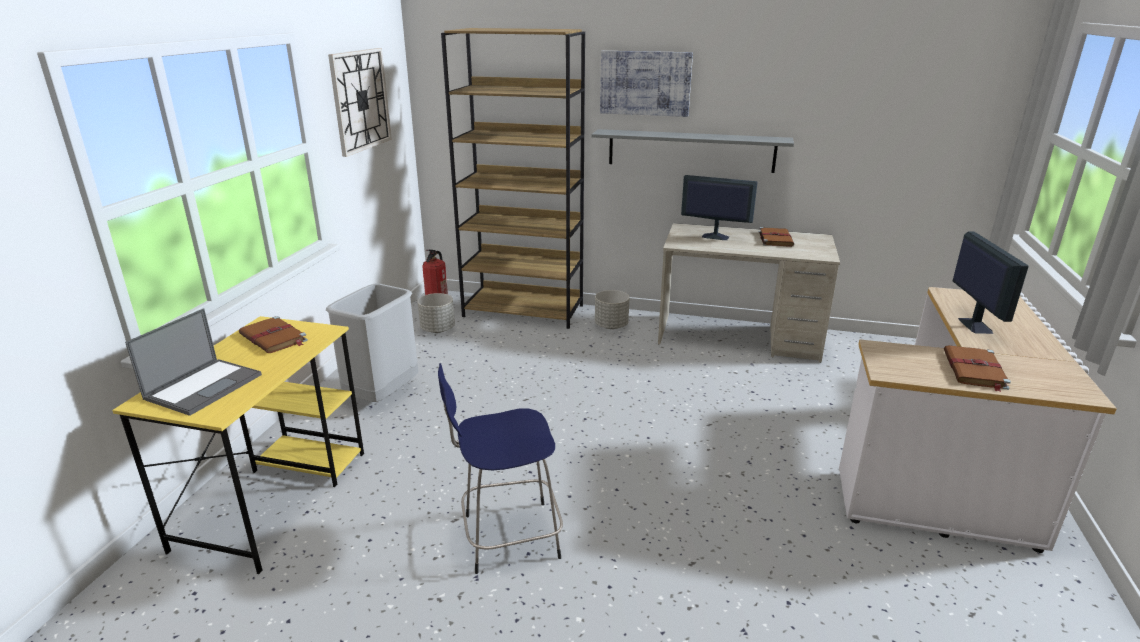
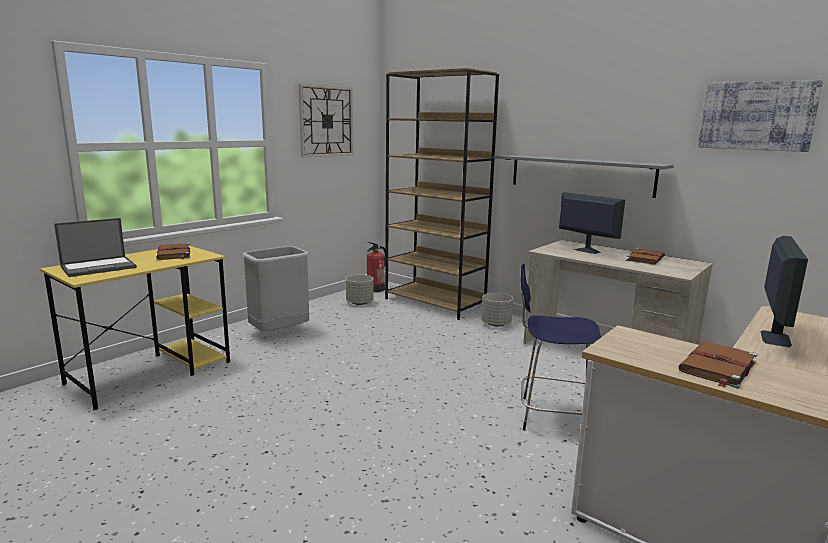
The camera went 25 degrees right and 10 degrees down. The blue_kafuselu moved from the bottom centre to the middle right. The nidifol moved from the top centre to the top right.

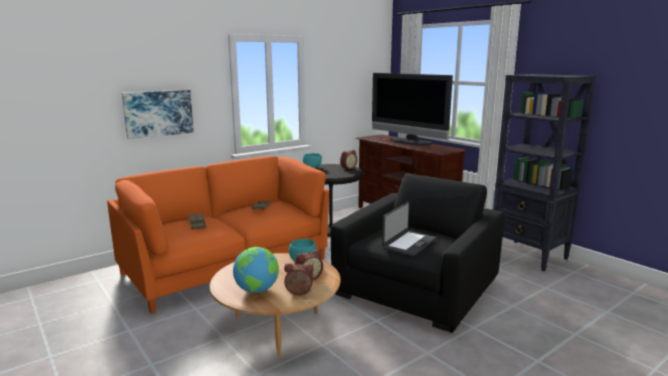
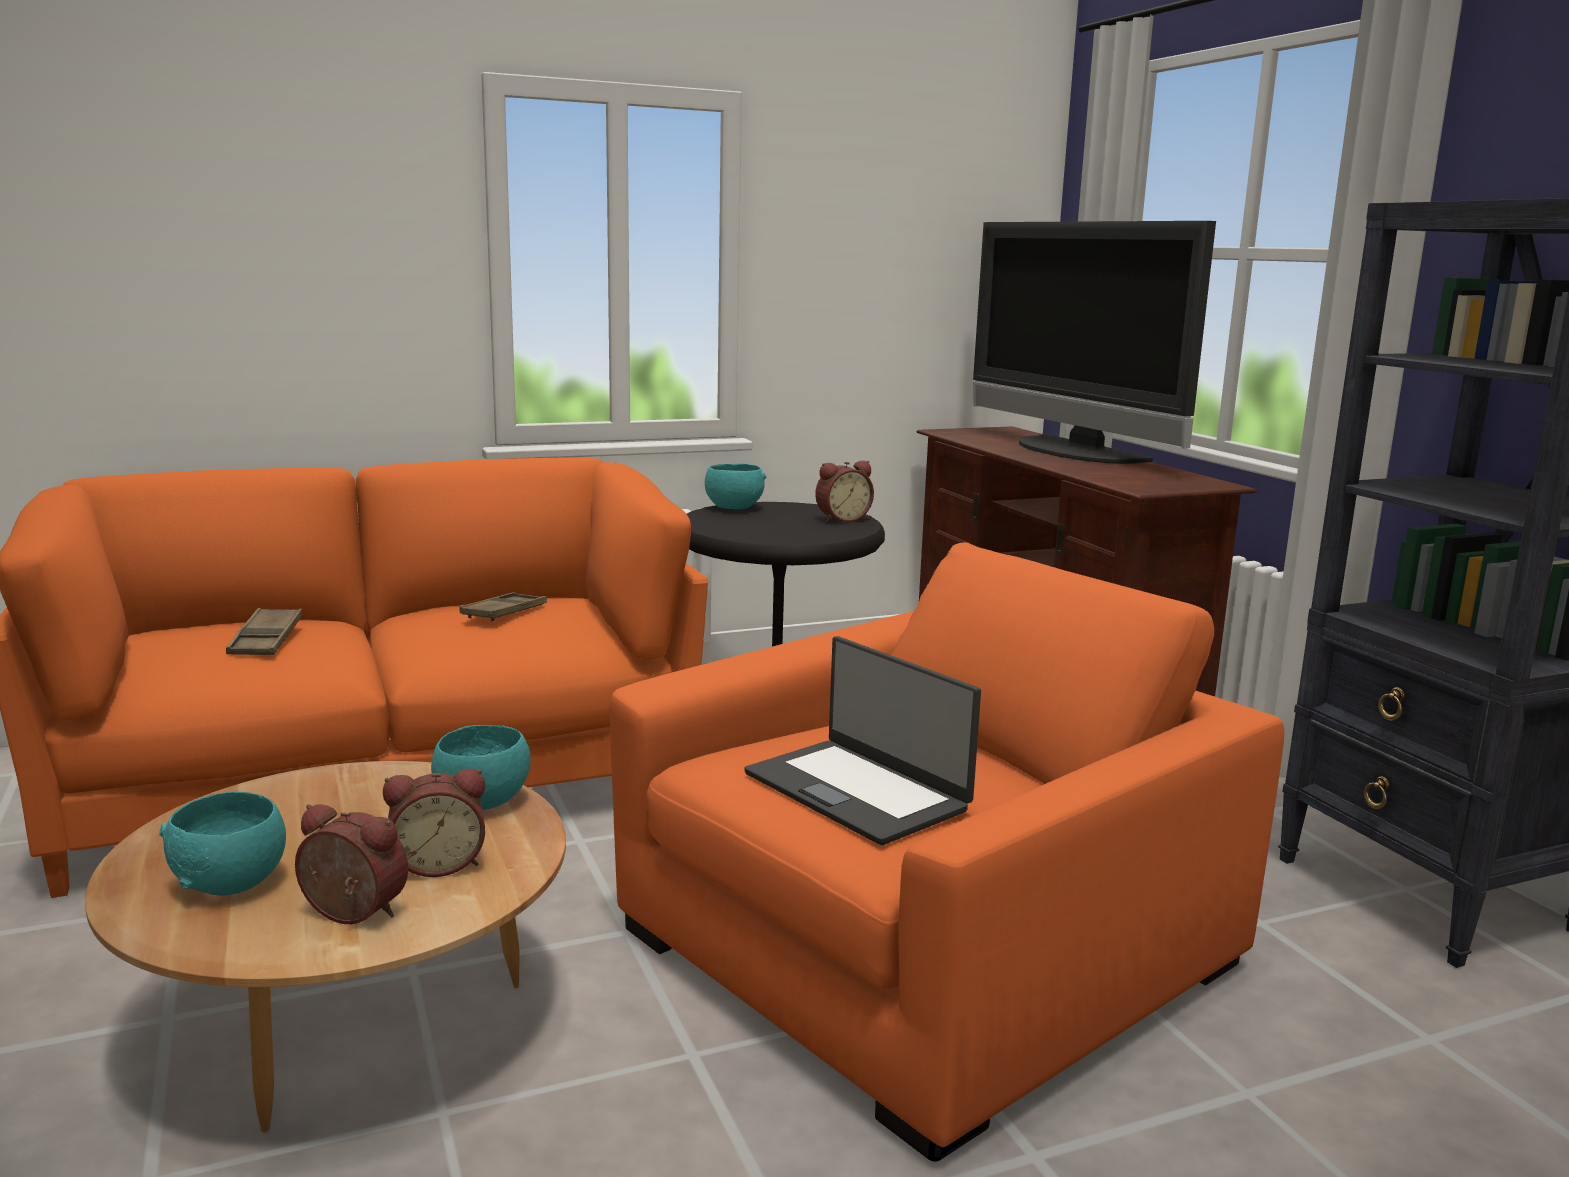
The camera went 15 degrees right and 0 degrees up. The nidifol at the top left disappeared. The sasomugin at the bottom centre was replaced by the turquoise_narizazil (no. 1 from left) at the bottom left. The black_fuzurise at the bottom centre became the orange_fuzurise at the bottom centre. The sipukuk at the centre turned 90 degrees clockwise.

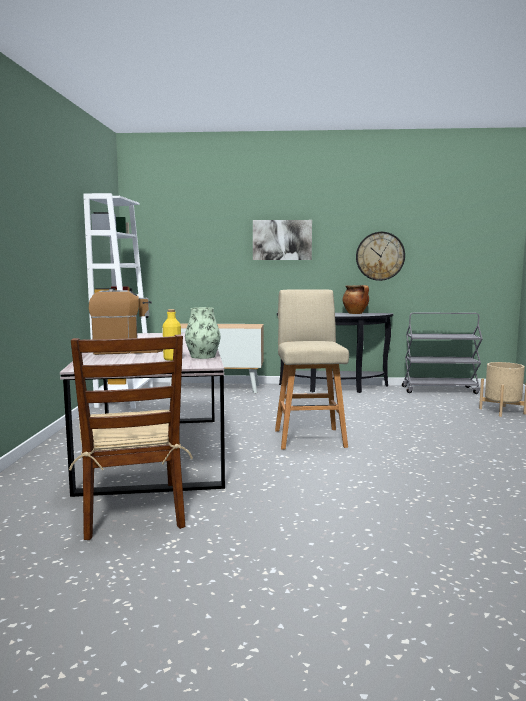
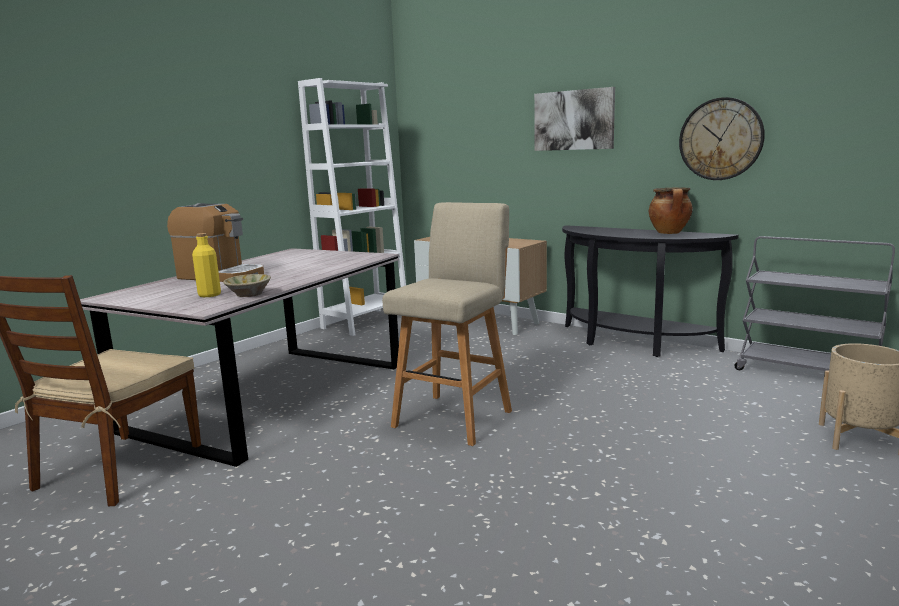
The camera went 35 degrees right and 5 degrees up. The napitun at the centre was replaced by the beige_narizazil at the middle left.

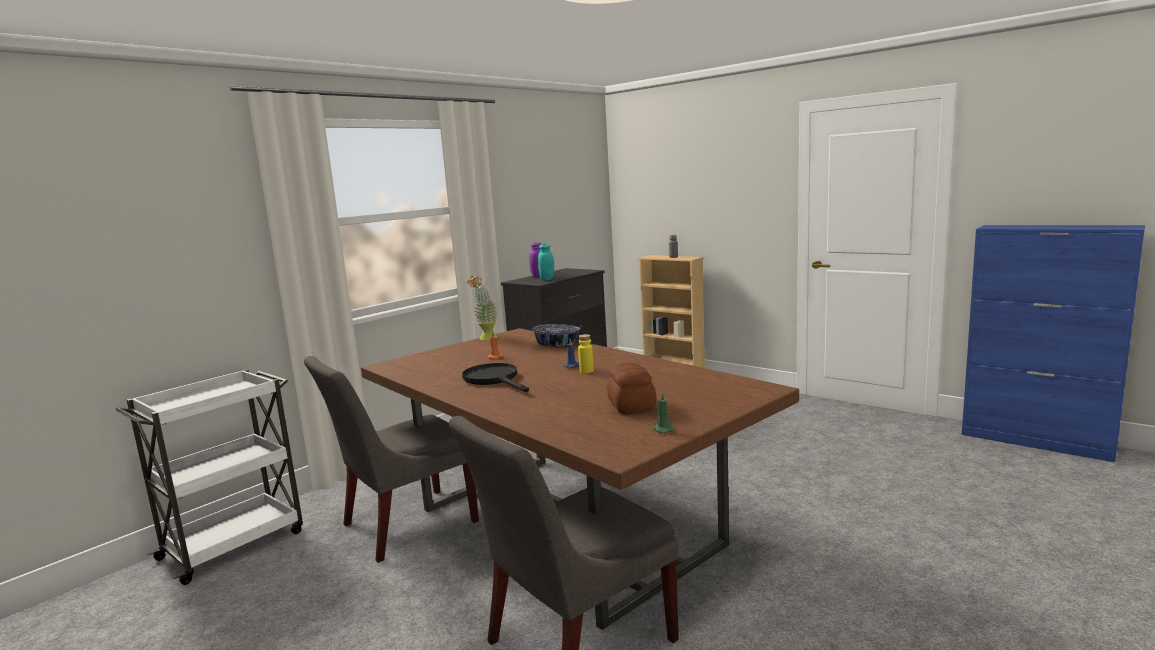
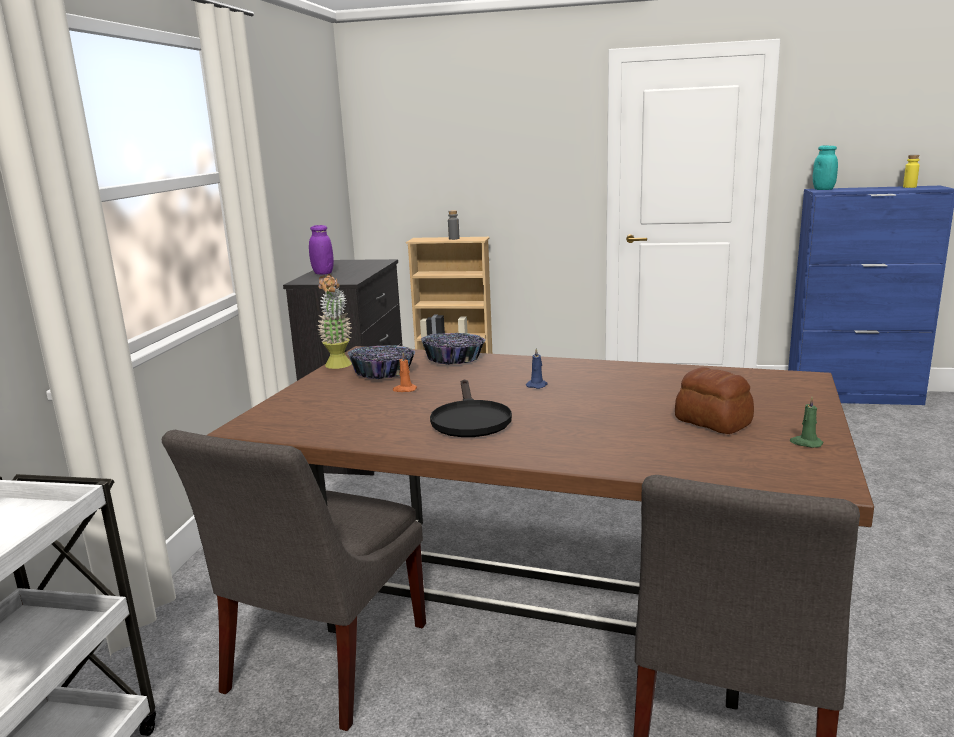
The camera went 30 degrees left and 5 degrees up. The narizazil (no. 1 from left) at the centre appeared. The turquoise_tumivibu moved from the centre to the top right. The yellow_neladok moved from the centre to the top right. The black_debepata at the centre turned 120 degrees counterclockwise.

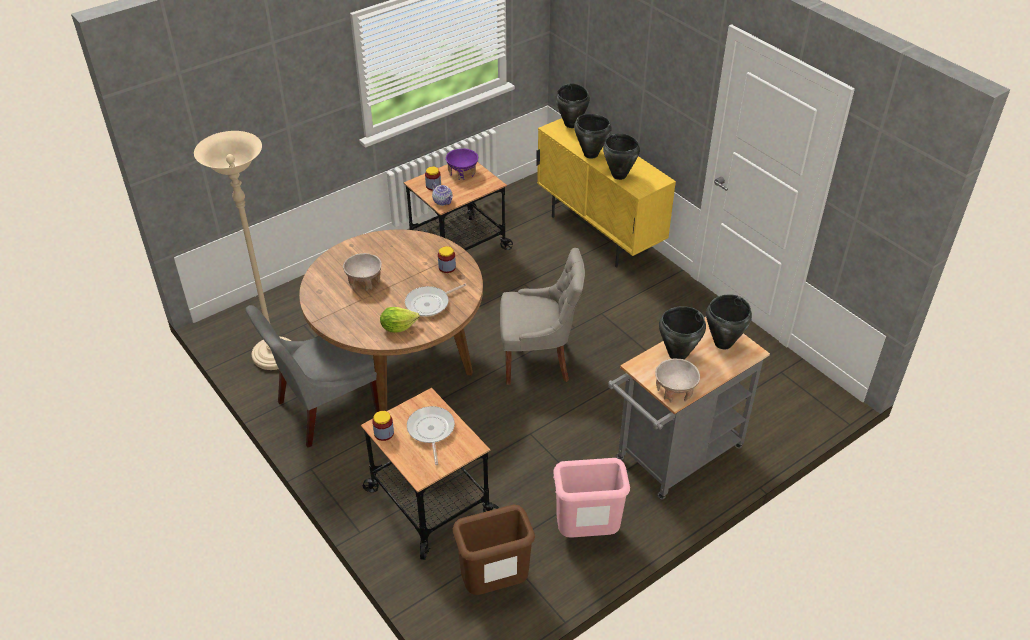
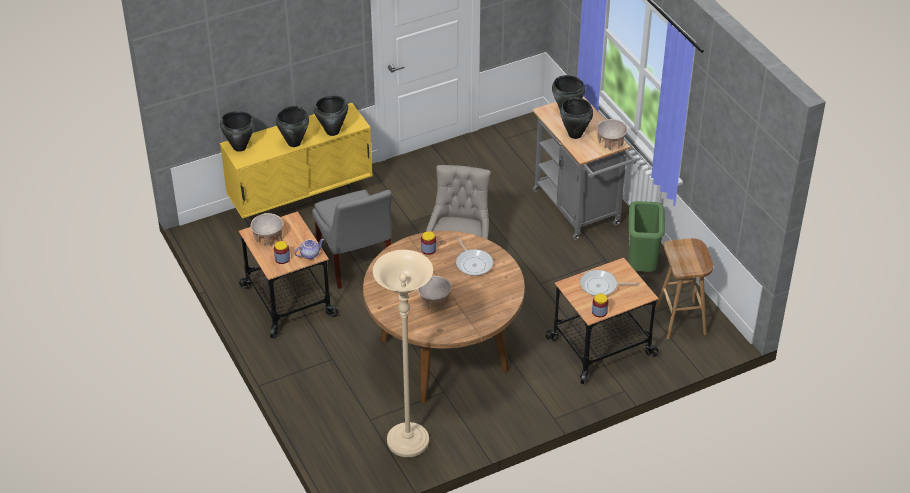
The camera went 80 degrees left and 0 degrees up. The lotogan at the centre disappeared. The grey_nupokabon (no. 1 from left) moved from the middle left to the centre. The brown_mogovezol at the bottom centre was replaced by the brown_kafuselu at the middle right. The purple_narizazil at the top centre became the beige_narizazil (no. 1 from left) at the middle left. The pink_mogovezol at the bottom centre became the green_mogovezol at the middle right.

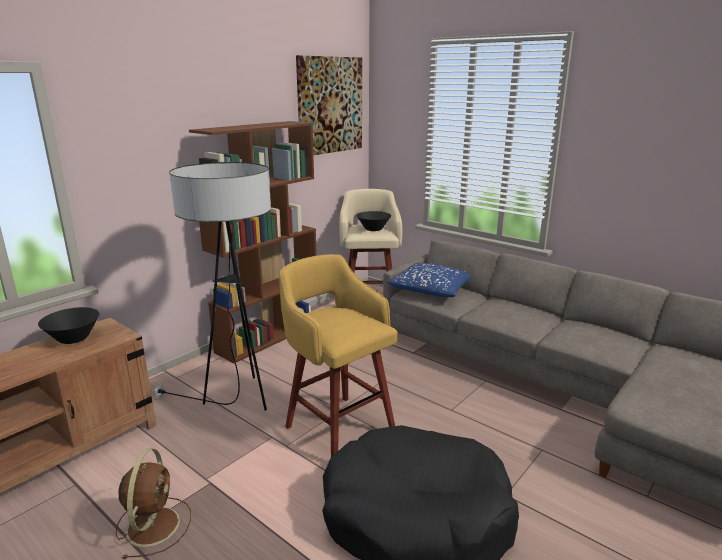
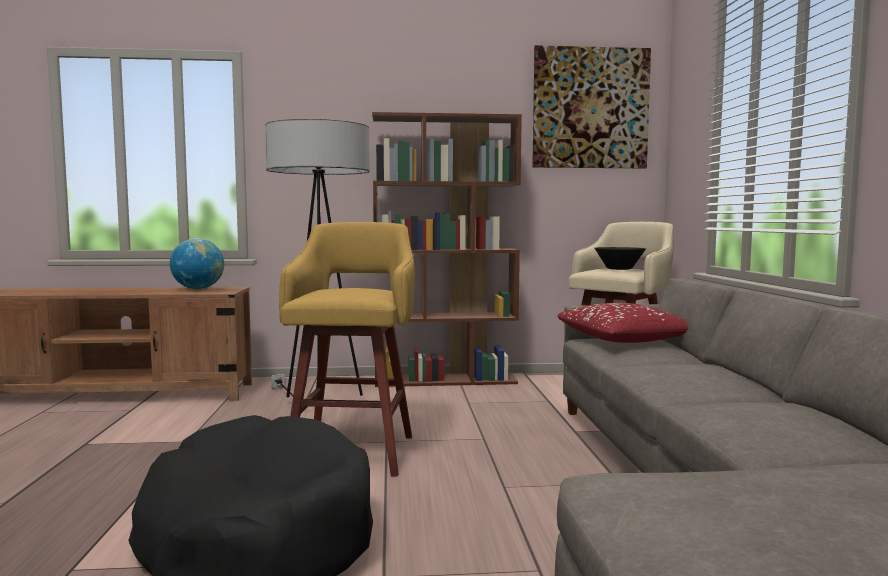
The camera went 45 degrees right and 15 degrees down. The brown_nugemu at the bottom left disappeared. The black_narizazil (no. 1 from left) at the middle left was replaced by the sasomugin at the middle left. The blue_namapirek at the centre became the red_namapirek at the middle right.

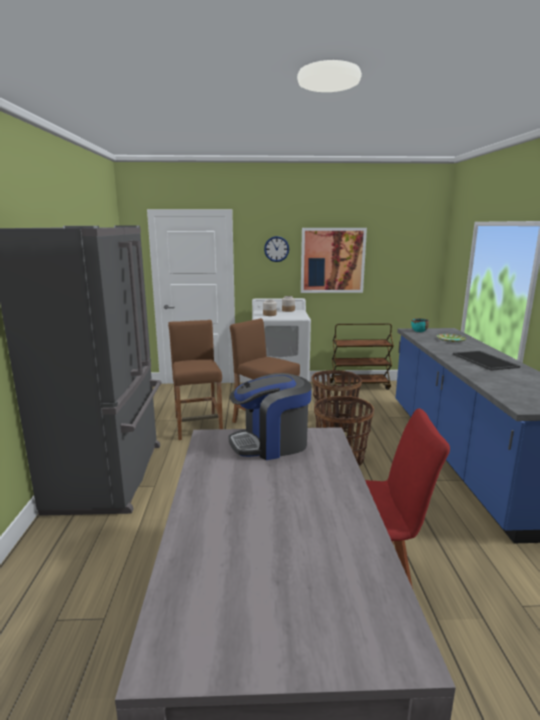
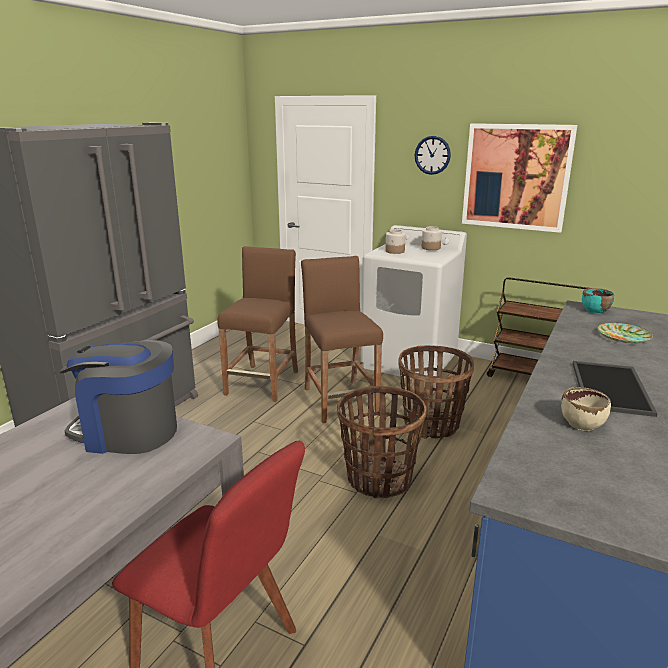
The camera went 30 degrees right and 5 degrees up. The beige_narizazil at the middle right appeared.

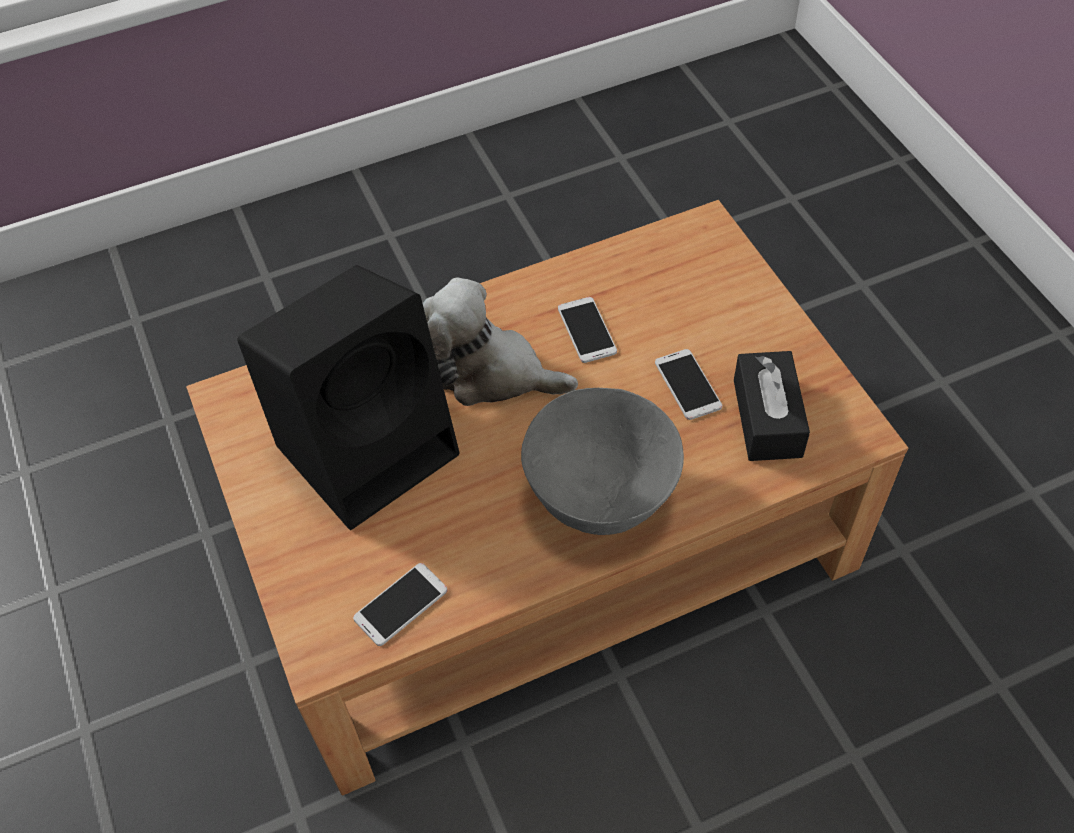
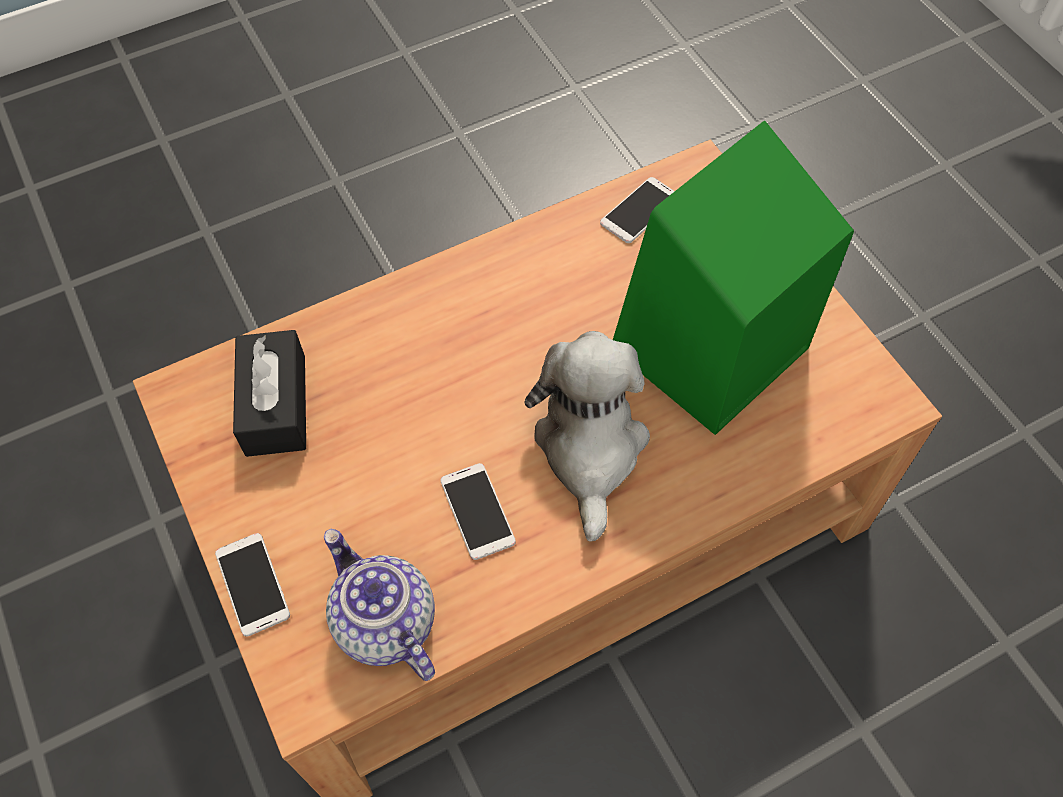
The camera went 175 degrees right and 5 degrees up. The grey_narizazil at the centre disappeared. The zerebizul at the bottom centre appeared. The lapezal (no. 3 from left in the first image) moved from the centre to the bottom left. The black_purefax at the middle left became the green_purefax at the middle right. The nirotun at the centre turned 105 degrees counterclockwise.

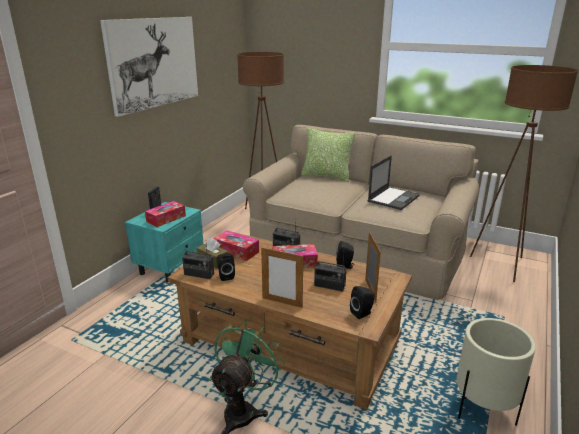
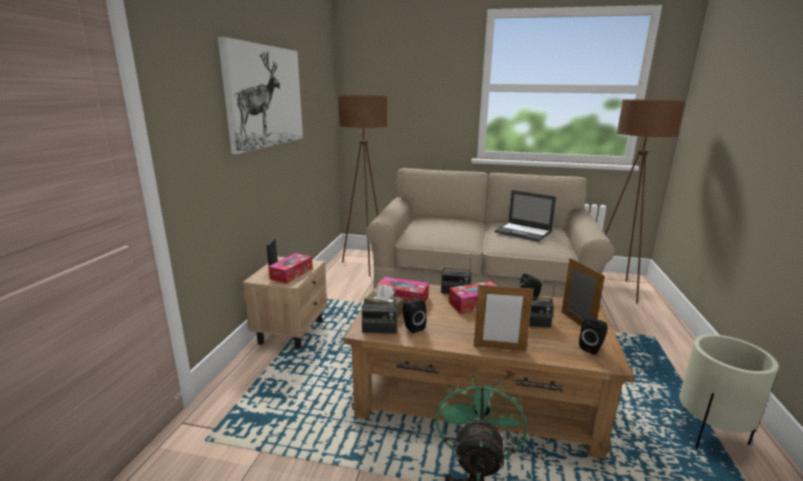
The camera went 15 degrees left and 5 degrees down. The namapirek at the centre disappeared. The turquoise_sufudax at the middle left became the beige_sufudax at the centre. The sipukuk at the middle right turned 105 degrees clockwise.

